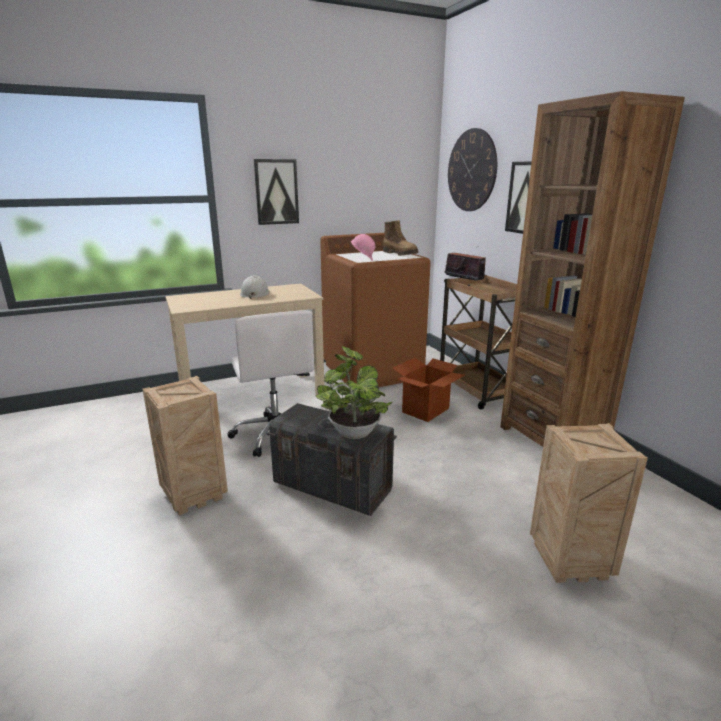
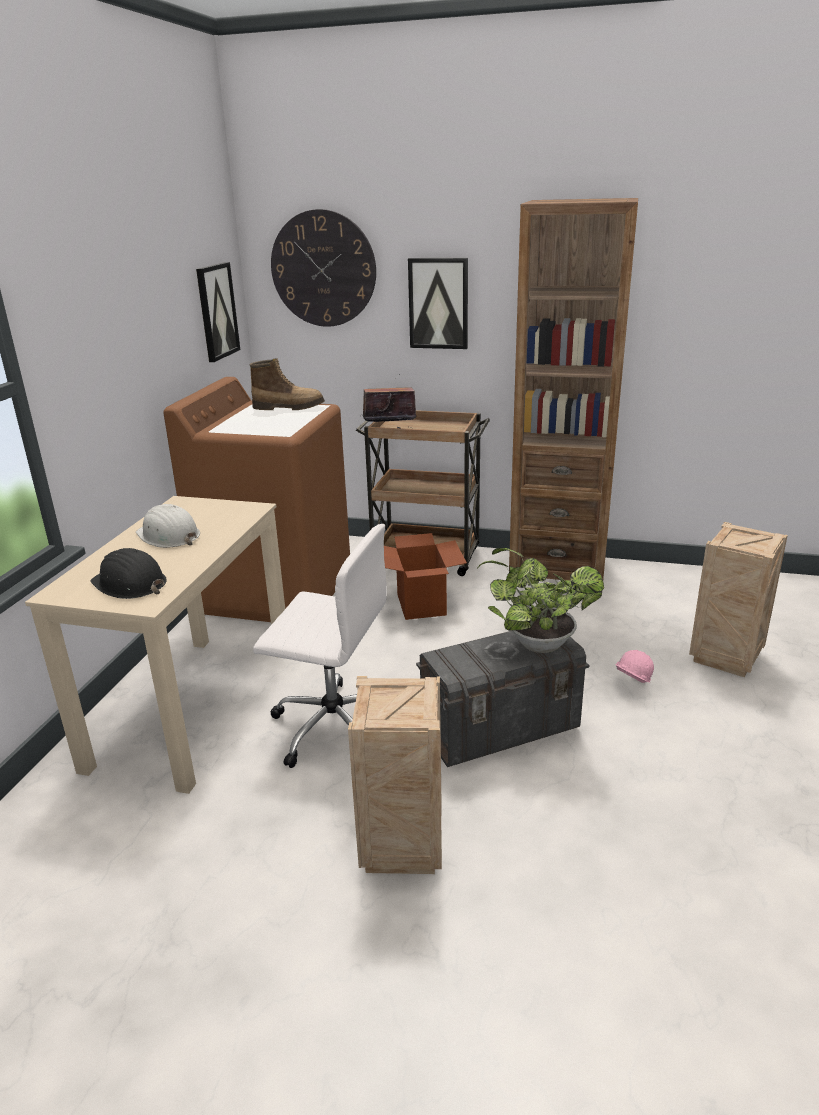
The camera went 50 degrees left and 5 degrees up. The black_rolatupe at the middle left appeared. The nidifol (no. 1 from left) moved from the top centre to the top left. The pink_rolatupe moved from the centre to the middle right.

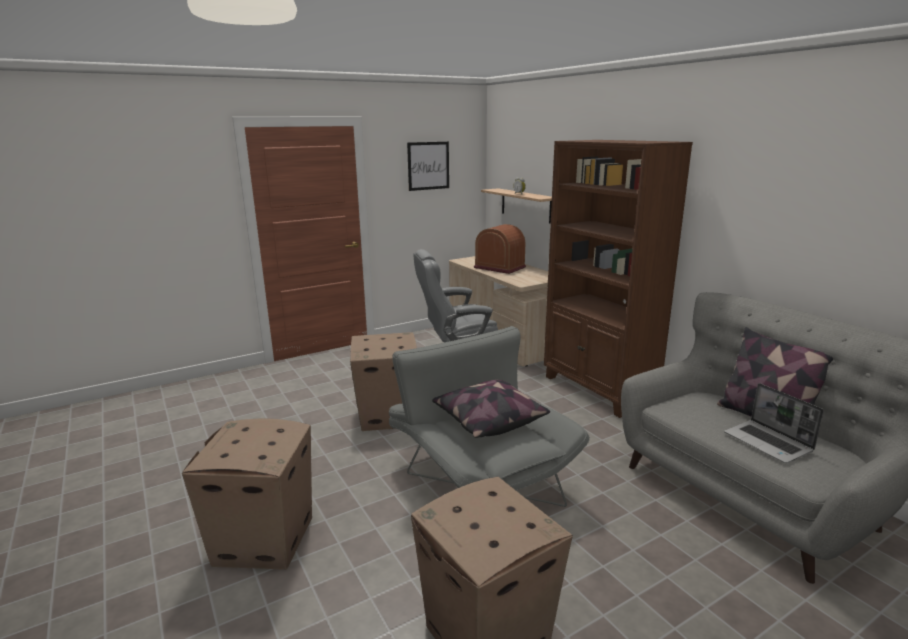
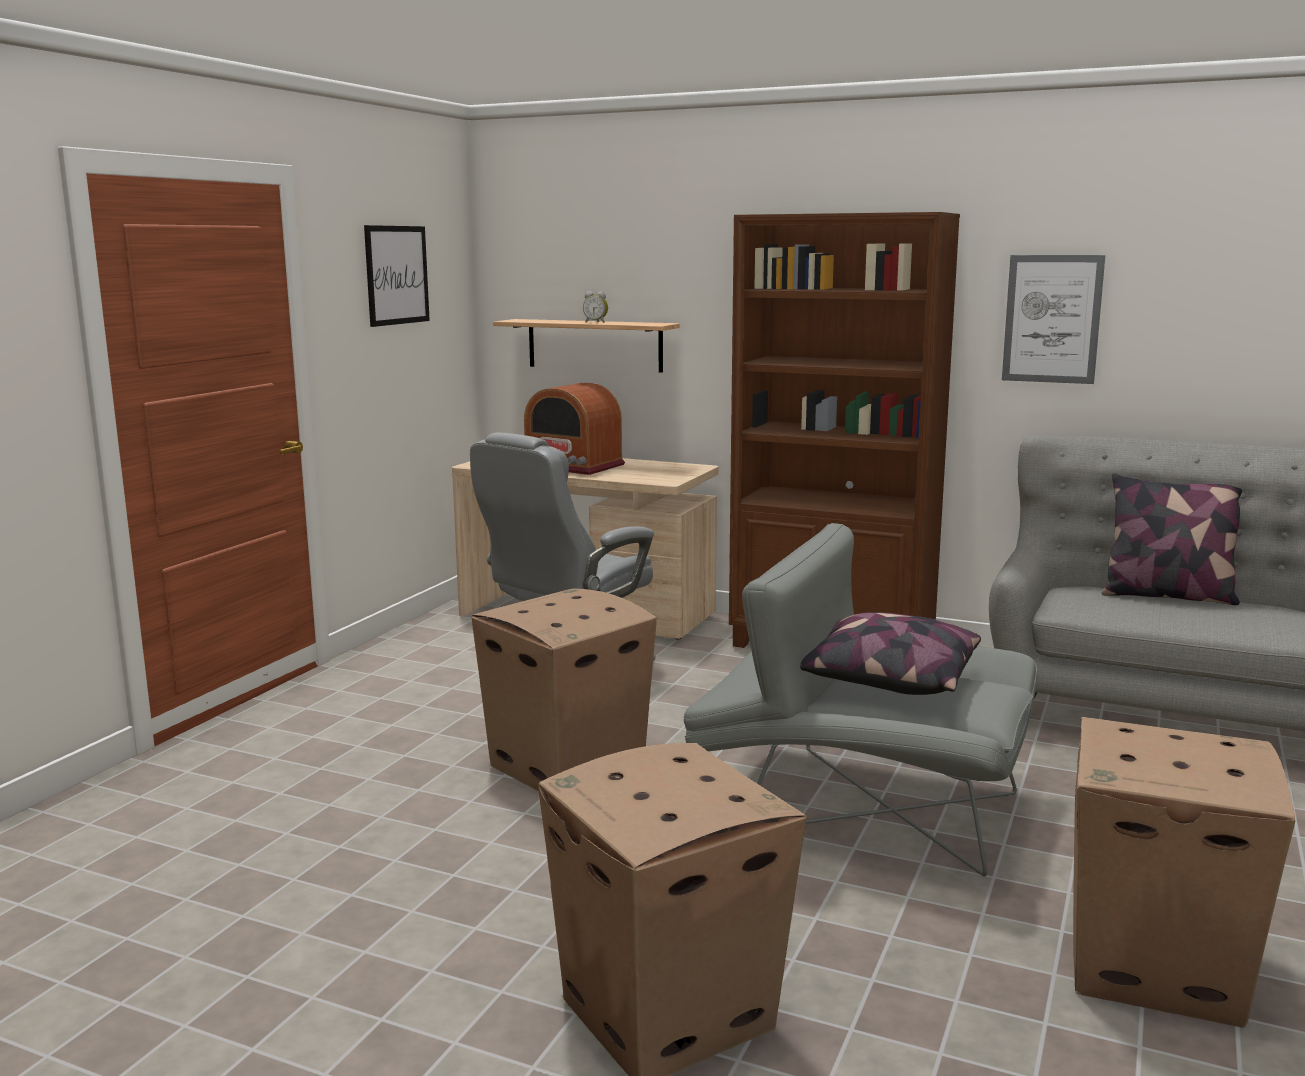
The camera went 35 degrees left and 5 degrees down. The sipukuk at the middle right disappeared. The nidifol (no. 2 from left) at the top right appeared. The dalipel at the centre turned 150 degrees counterclockwise.

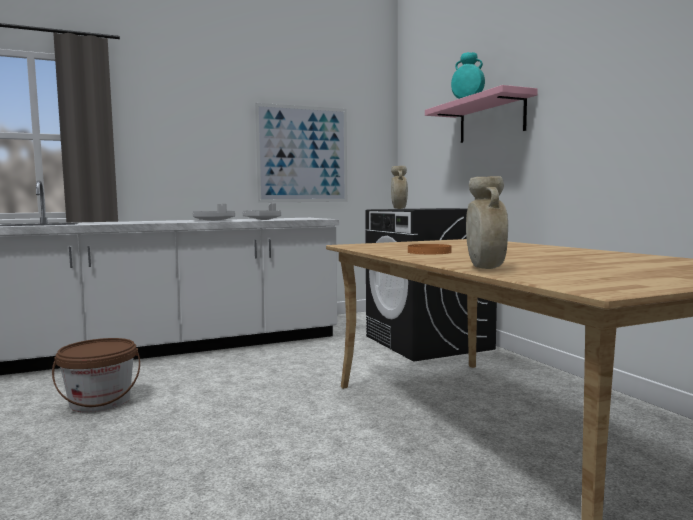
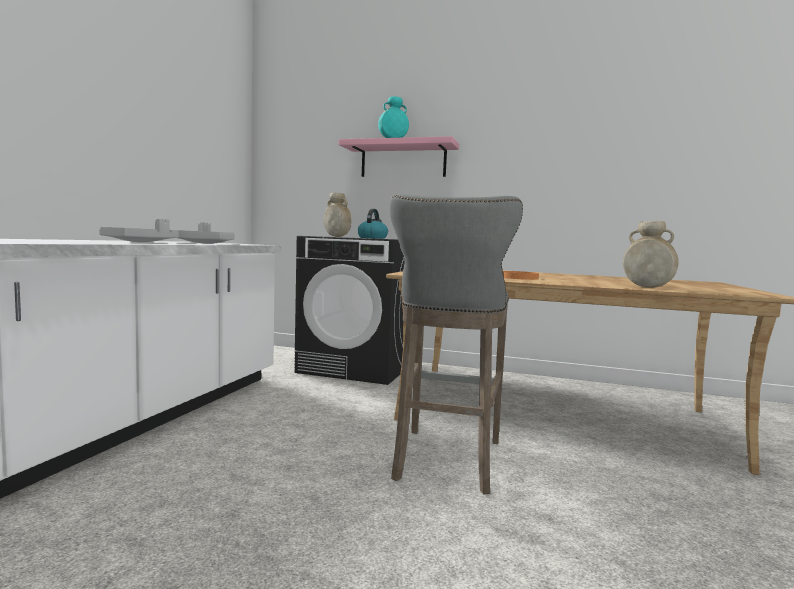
The camera went 50 degrees left and 0 degrees up. The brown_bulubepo at the bottom left disappeared. The nidifol at the top centre disappeared. The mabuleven at the centre appeared. The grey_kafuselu at the centre appeared.

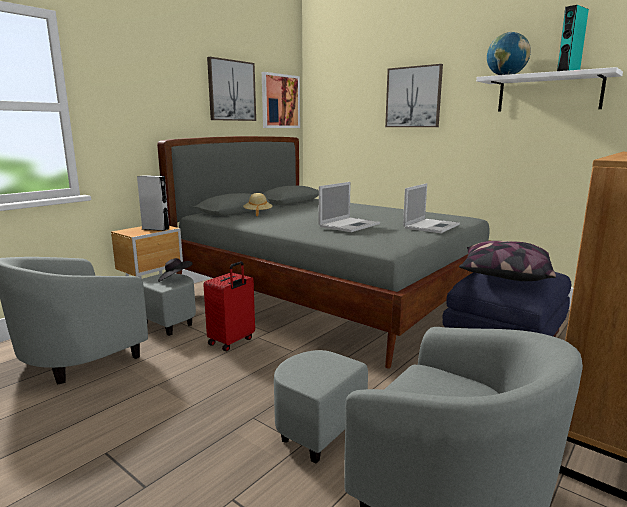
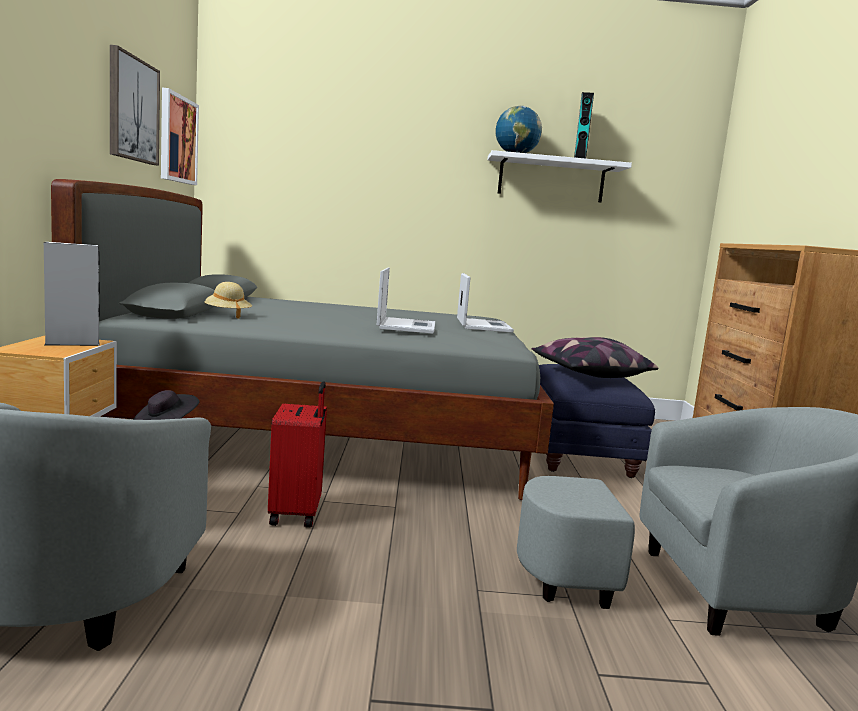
The camera went 40 degrees left and 5 degrees down. The nidifol (no. 3 from left) at the top centre disappeared.

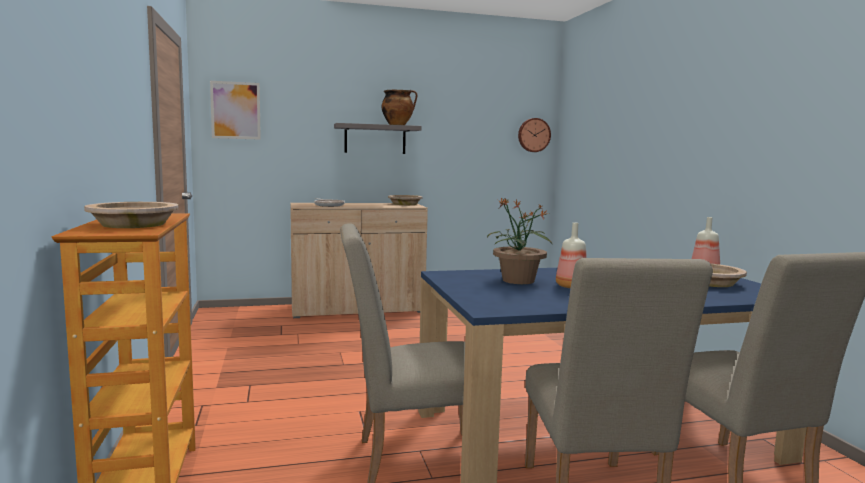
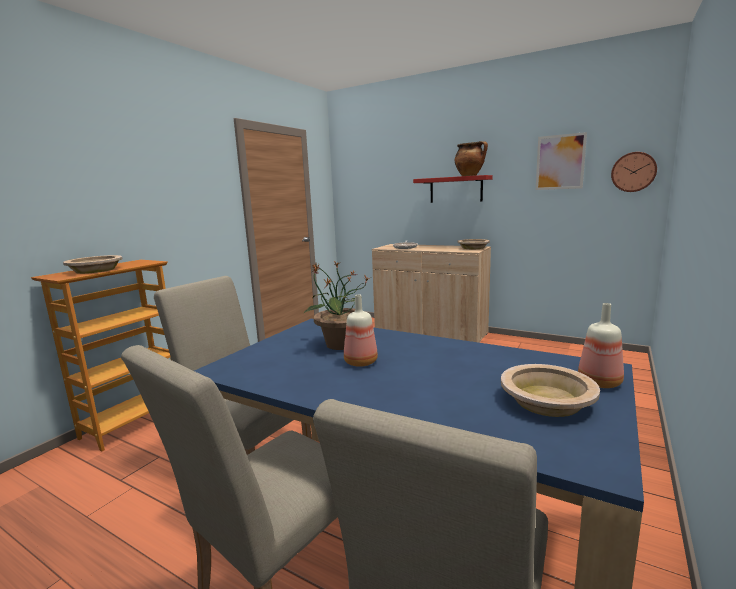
The camera went 45 degrees right and 5 degrees up. The nidifol moved from the top left to the top right. The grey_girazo at the top centre became the red_girazo at the top centre.

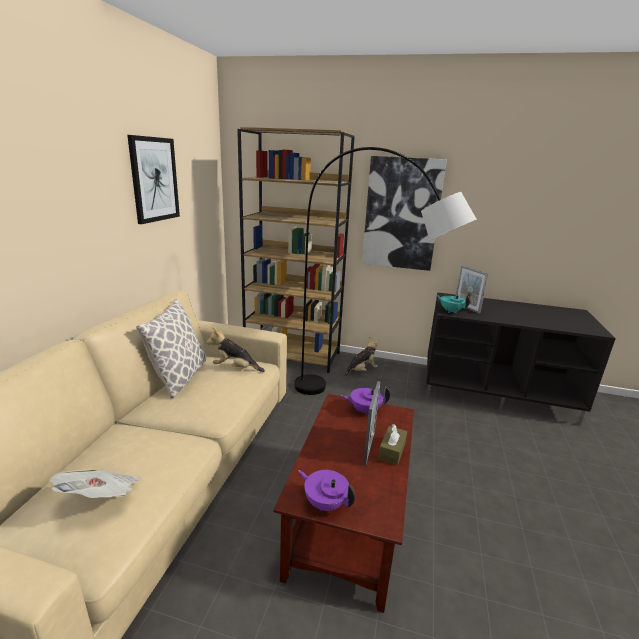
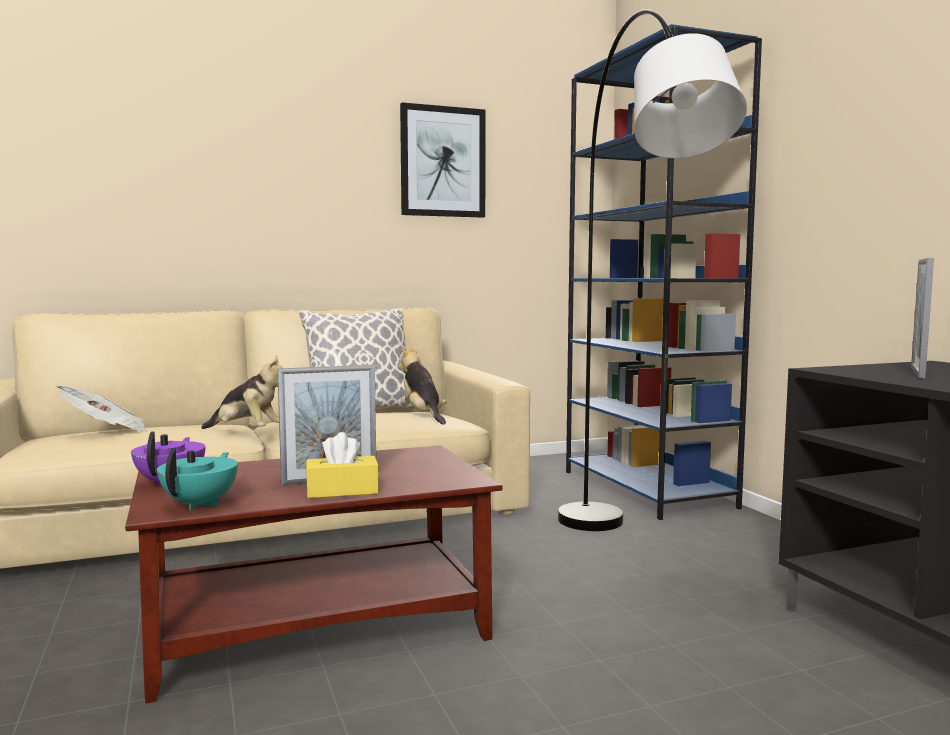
The camera went 55 degrees right and 15 degrees down. The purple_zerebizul (no. 2 from left) at the centre disappeared. The nidifol (no. 2 from left) at the centre disappeared. The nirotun (no. 2 from left in the first image) moved from the centre to the middle left. The turquoise_zerebizul moved from the middle right to the middle left. The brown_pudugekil at the centre became the blue_pudugekil at the middle right. The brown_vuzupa at the bottom centre became the yellow_vuzupa at the centre.

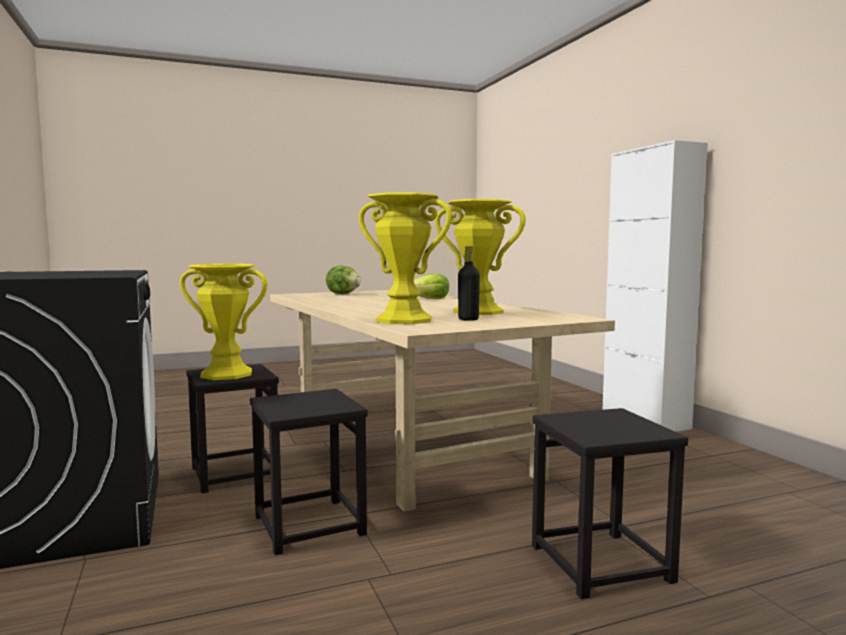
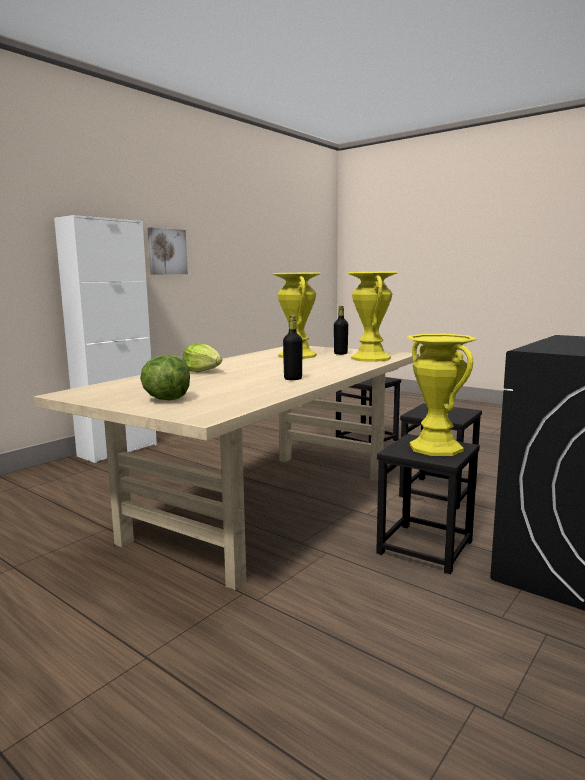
The camera went 120 degrees left and 5 degrees up. The nidifol at the top left appeared. The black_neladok (no. 1 from left) at the centre appeared.

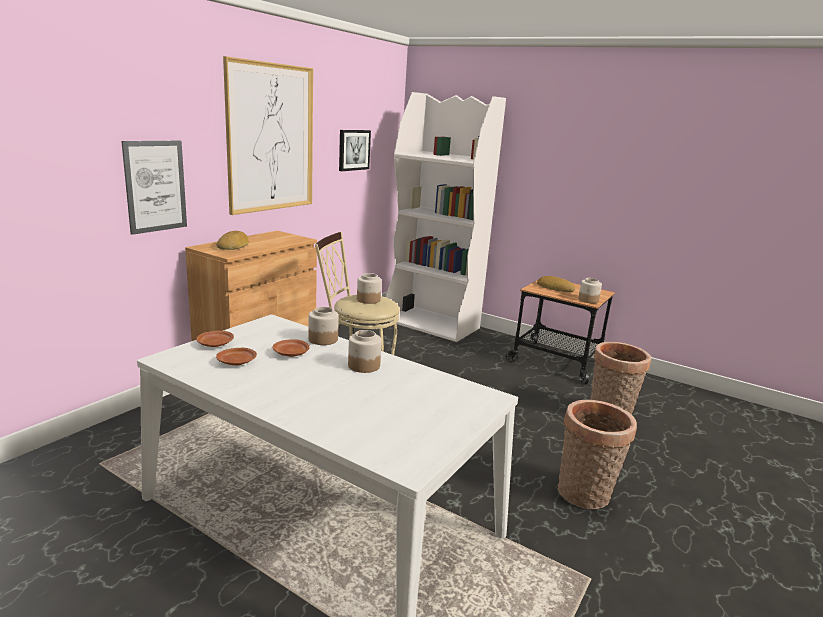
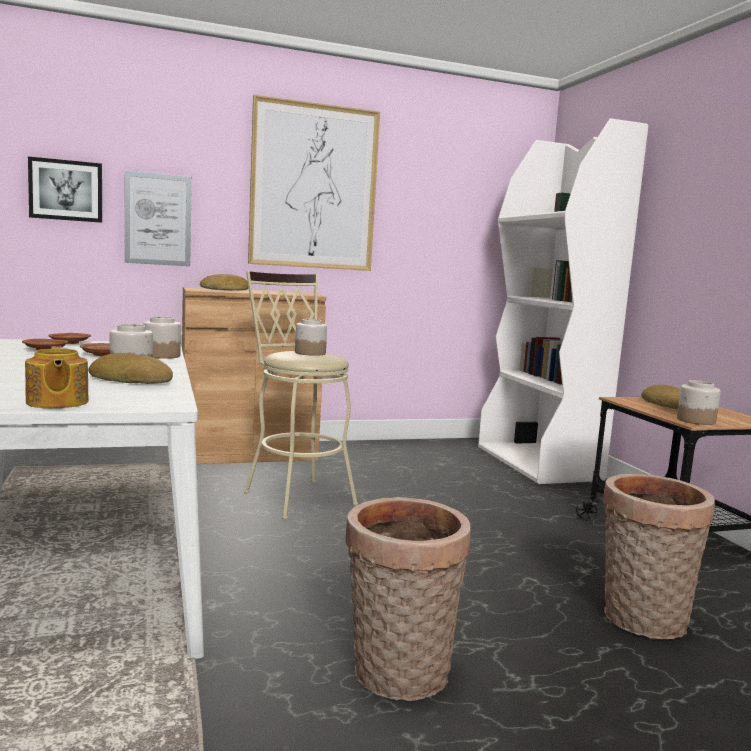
The camera went 40 degrees right and 10 degrees down. The zerebizul at the middle left appeared. The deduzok (no. 1 from left) at the middle left appeared. The nidifol (no. 3 from left in the first image) moved from the top centre to the top left.

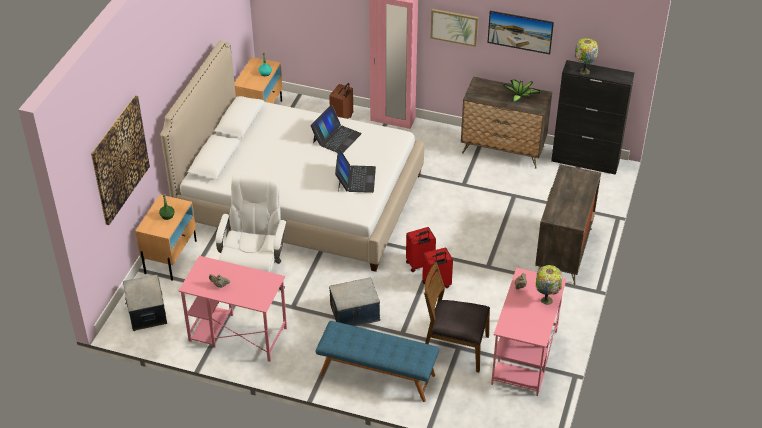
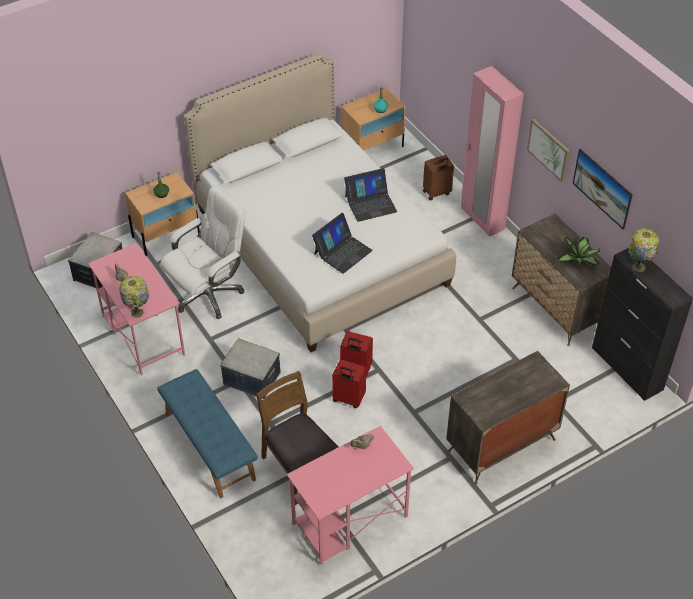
The camera went 40 degrees right and 5 degrees up. The nidifol (no. 1 from left) at the middle left disappeared. The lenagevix (no. 1 from left) moved from the middle right to the middle left.

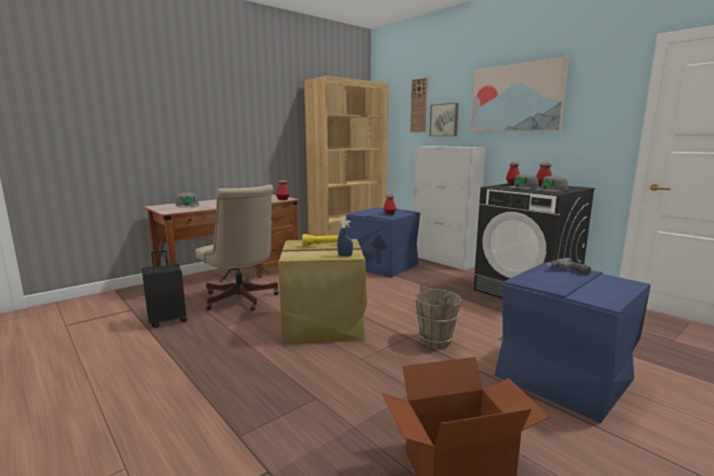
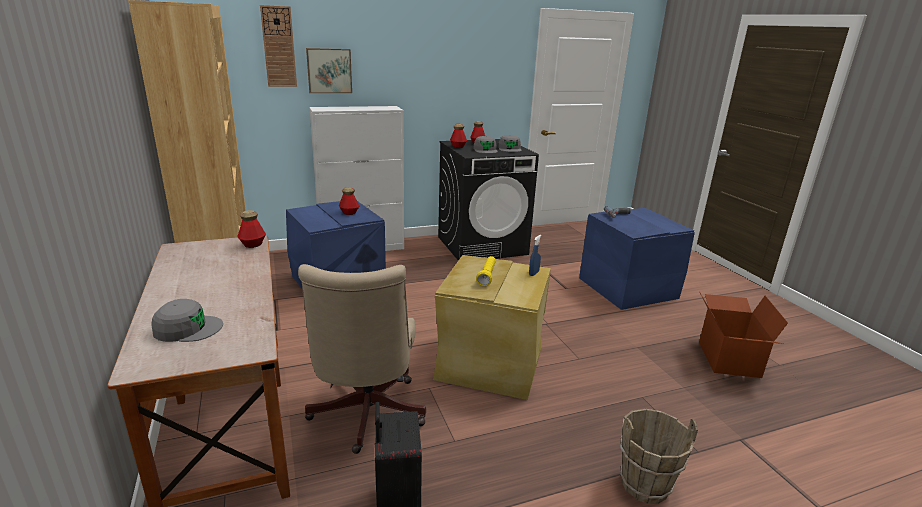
The camera went 70 degrees left and 10 degrees up. The nidifol (no. 2 from left) at the top right disappeared. The brown_bulubepo moved from the centre to the bottom right. The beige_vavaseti at the middle left turned 105 degrees clockwise.

